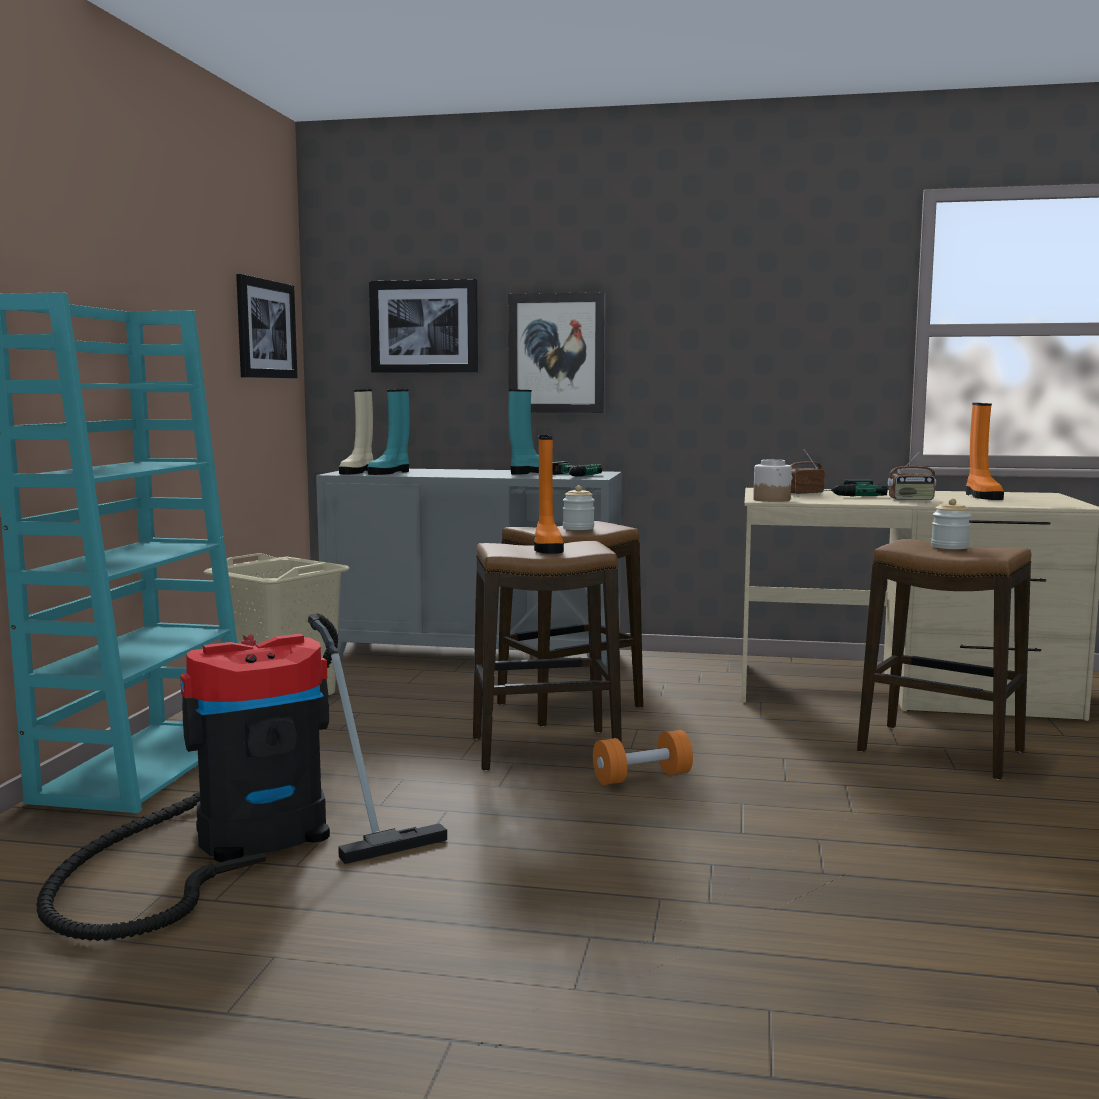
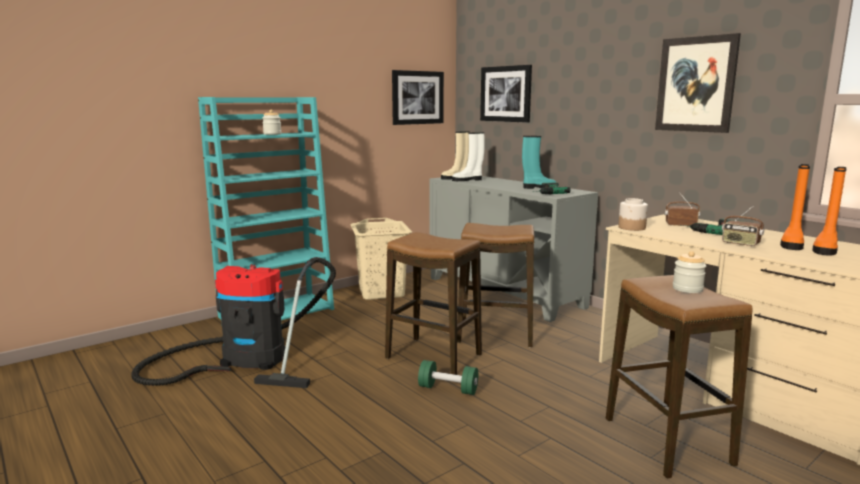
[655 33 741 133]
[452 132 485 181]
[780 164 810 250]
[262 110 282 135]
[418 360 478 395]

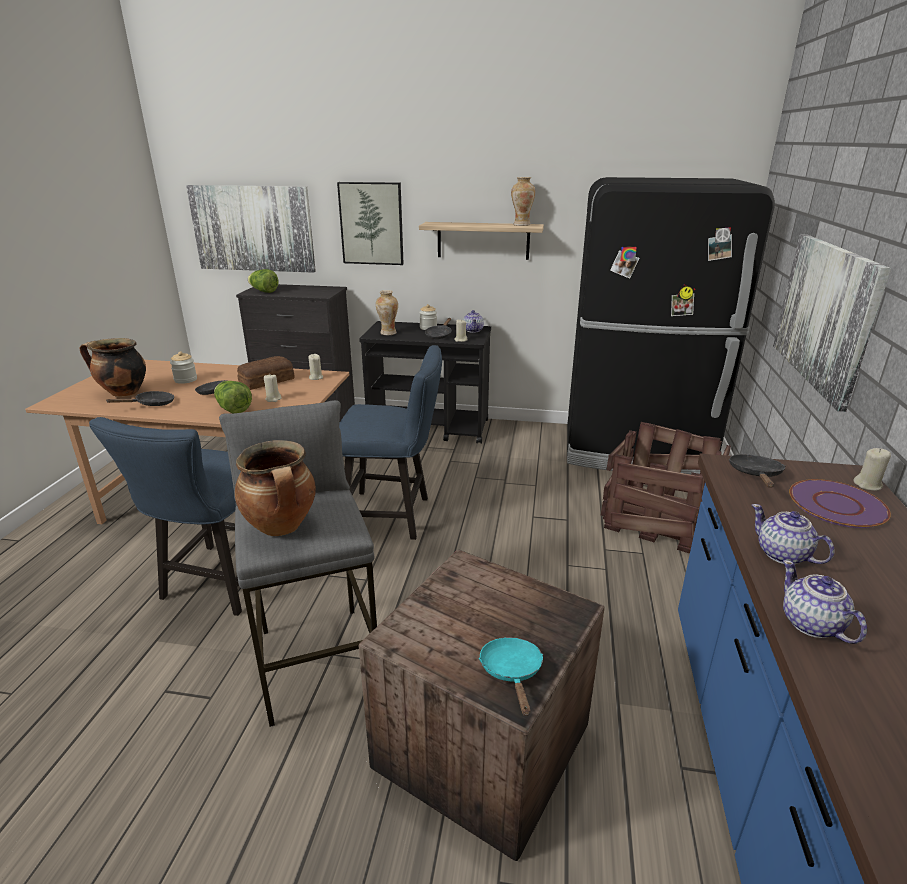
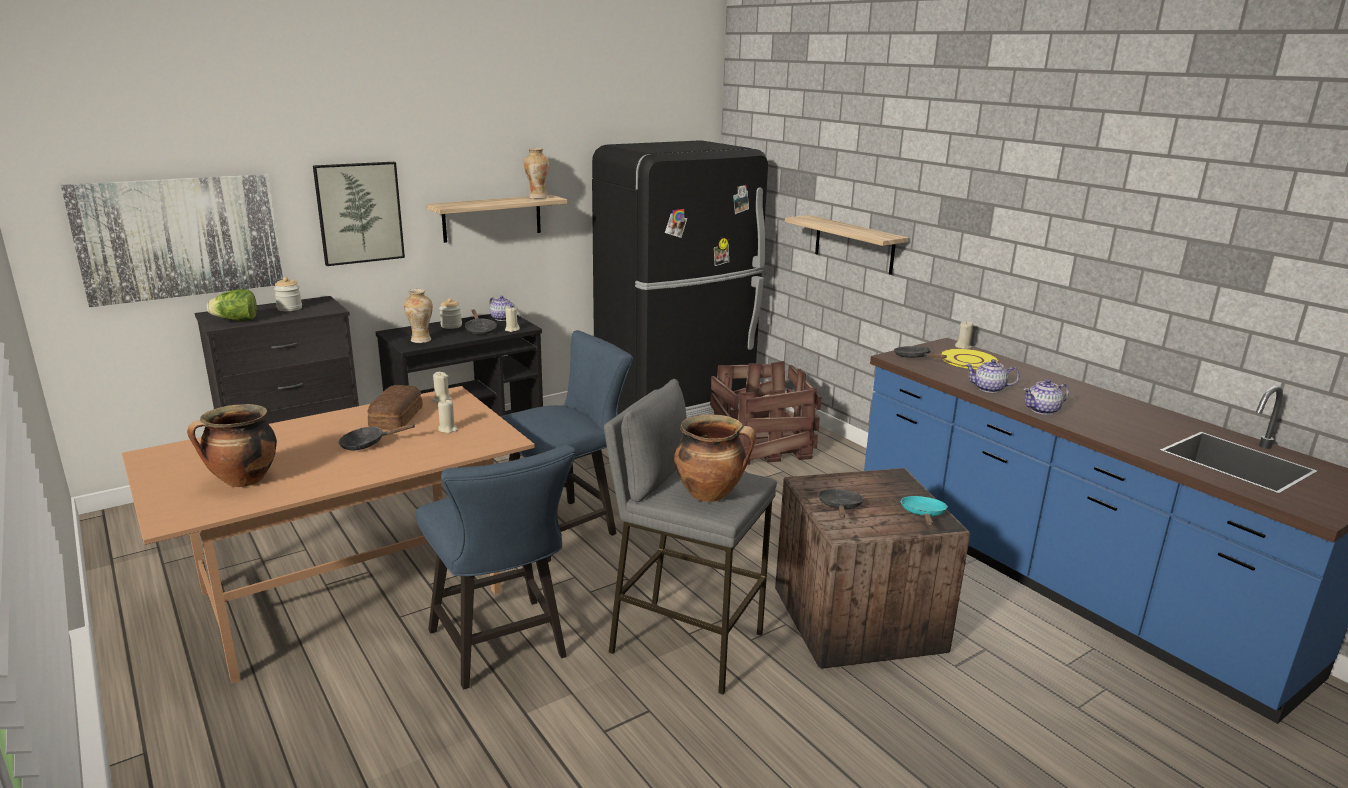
[785 215 908 275]
[274 277 302 311]
[214 381 252 414] (first image)
[818 489 864 518]
[940 348 999 369]
[1023 379 1069 415]
[900 496 948 526]

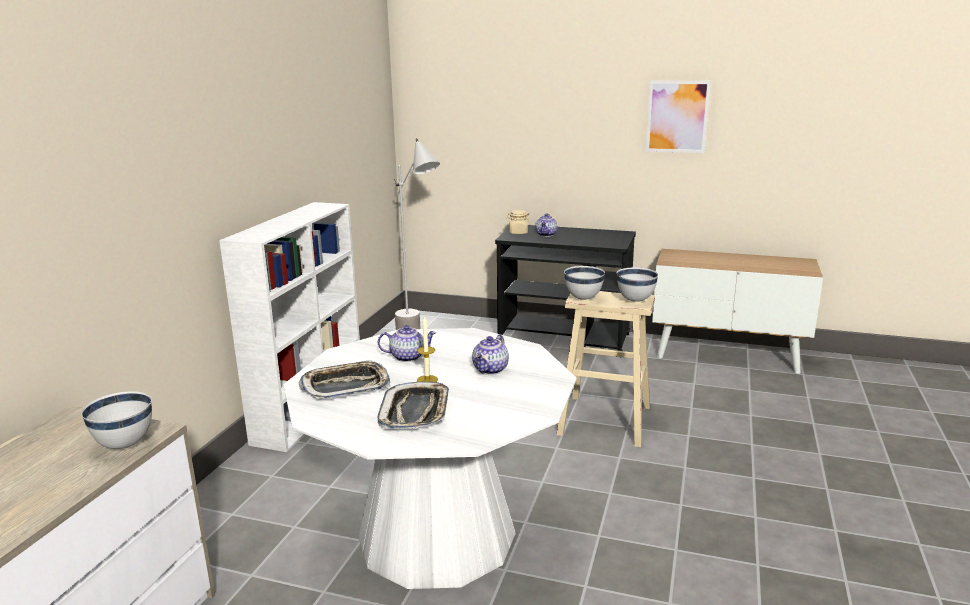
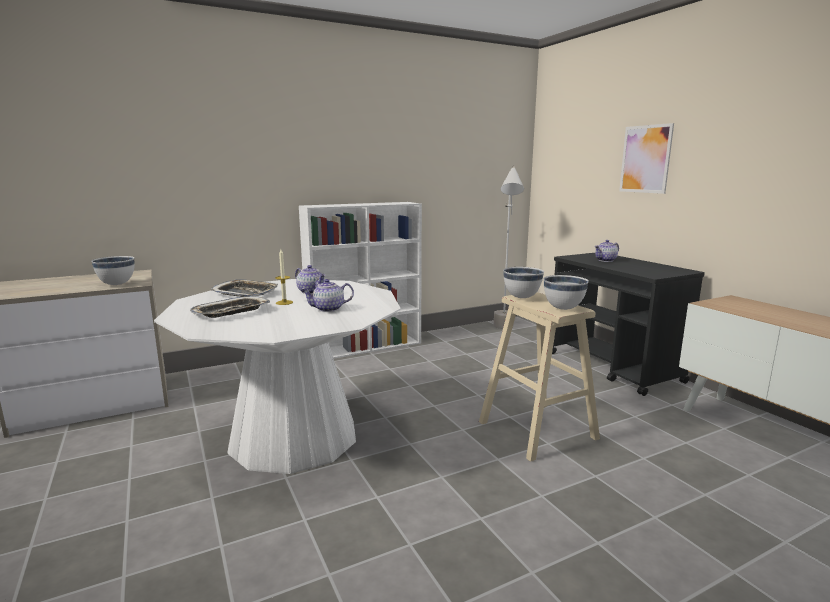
[619 123 674 194]
[506 210 530 234] (first image)

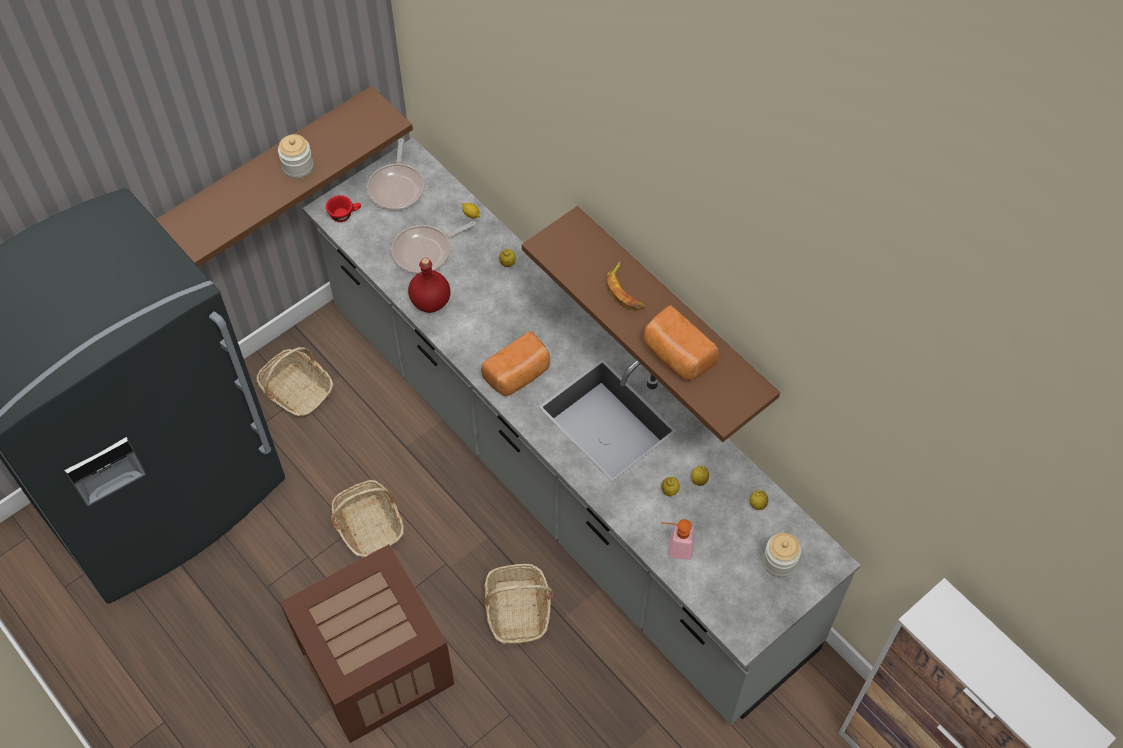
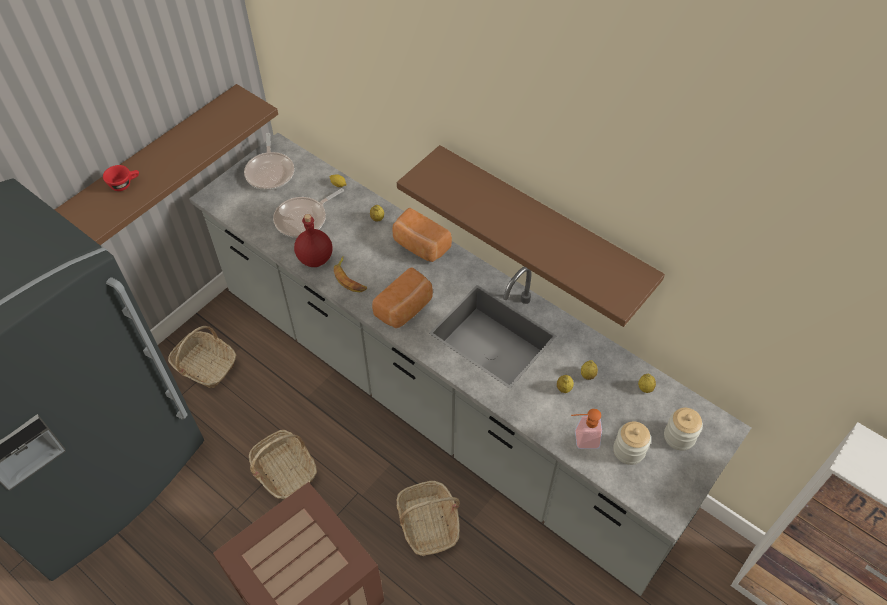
[613 421 651 465]
[103 165 139 191]
[334 256 367 292]
[392 208 452 262]

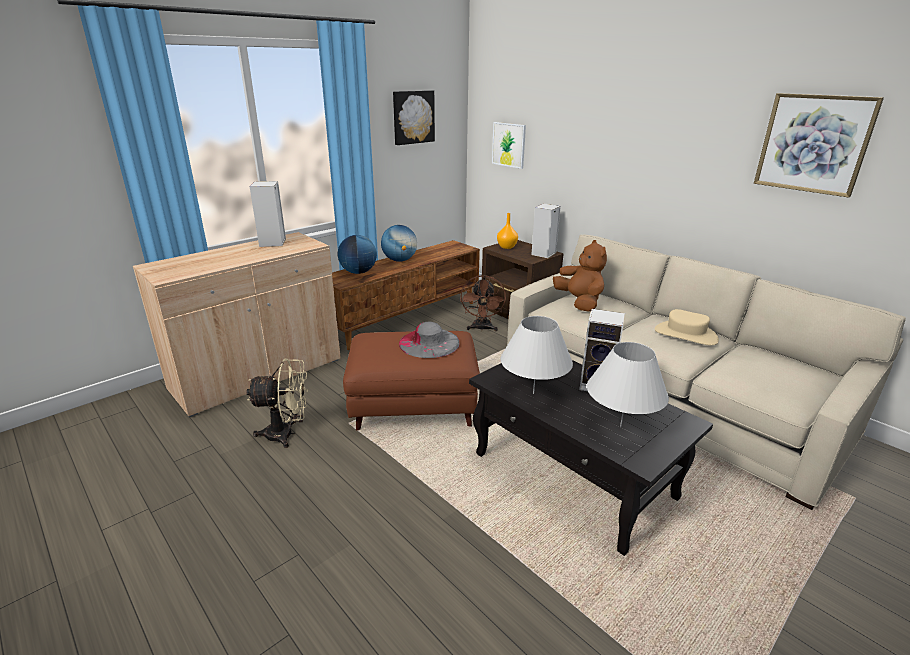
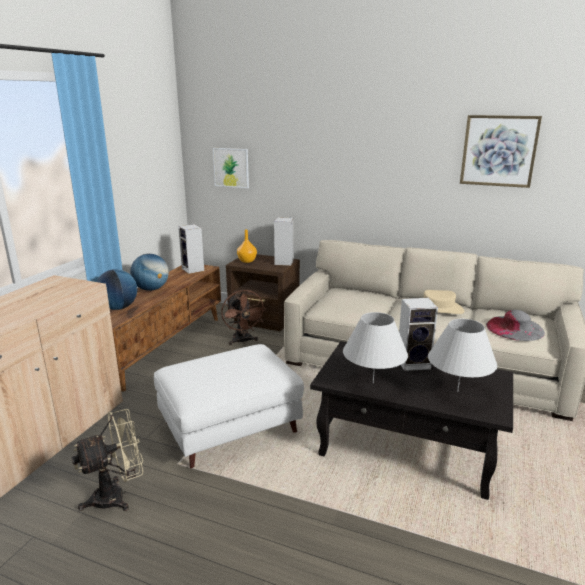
[393 90 435 145] (first image)
[178 224 204 274]
[553 240 607 312] (first image)
[486 310 545 341]
[154 344 304 469]

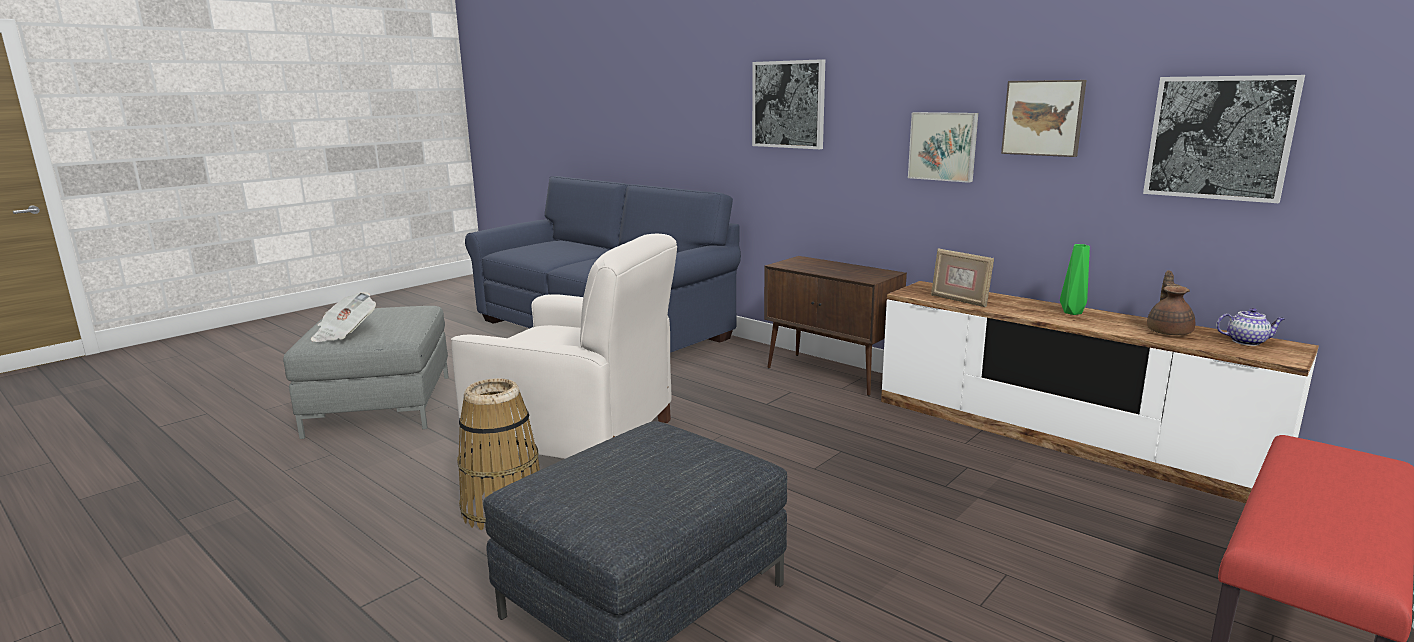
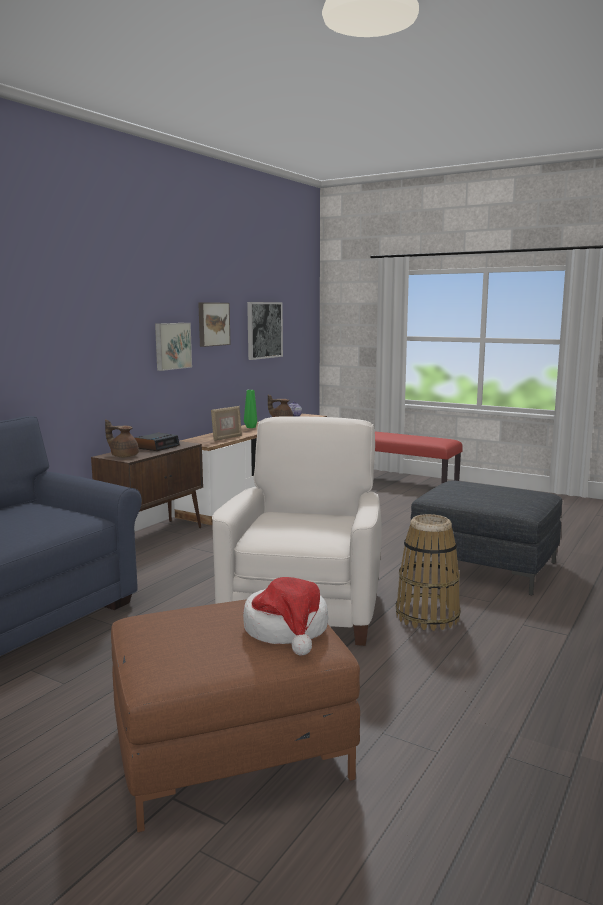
[752 59 825 149] (first image)
[243 577 328 656]
[111 599 360 832]
[105 419 139 457]
[135 433 180 451]

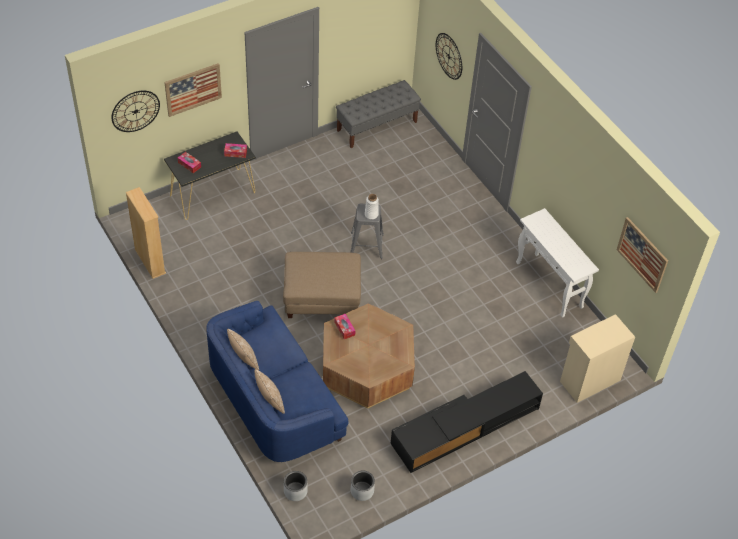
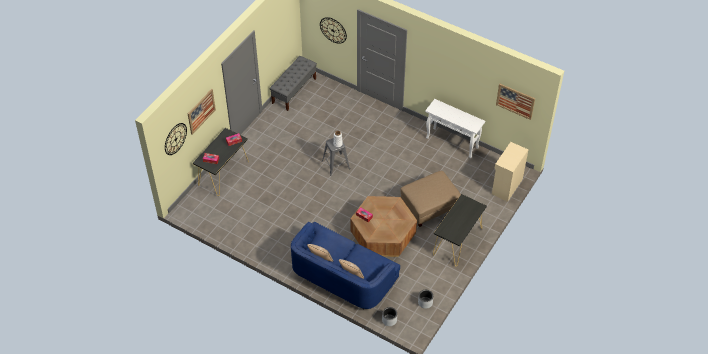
[126 187 166 279] (first image)
[401 171 461 227]
[433 194 487 266]

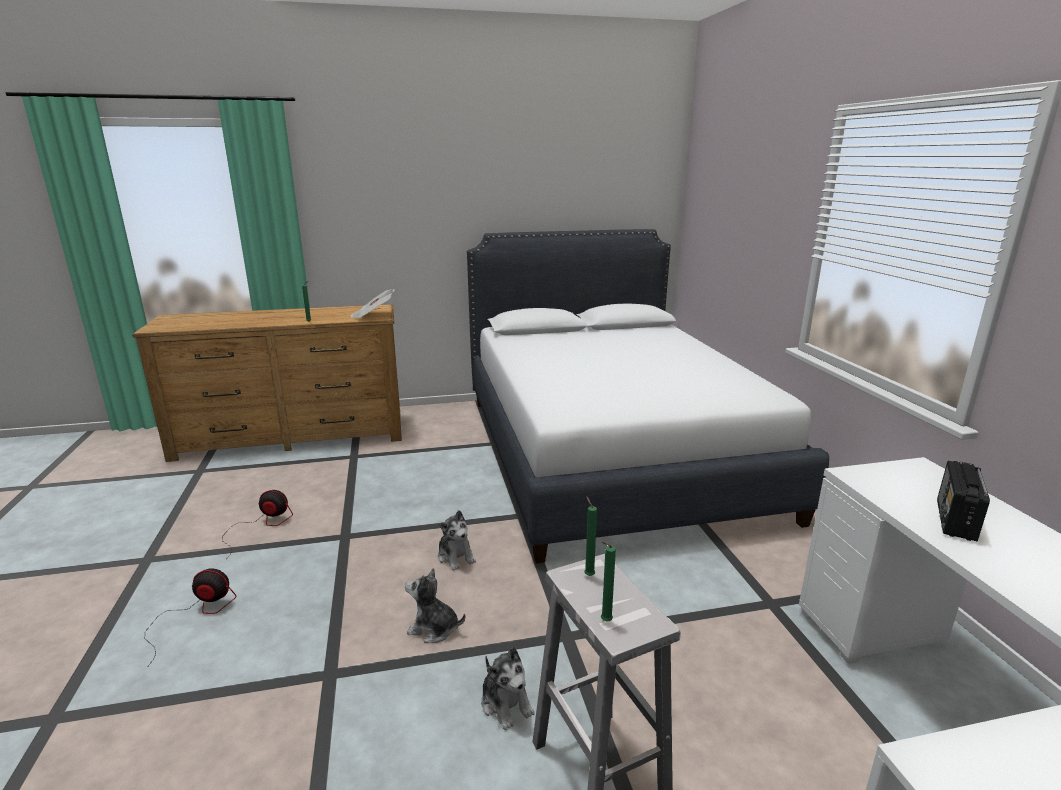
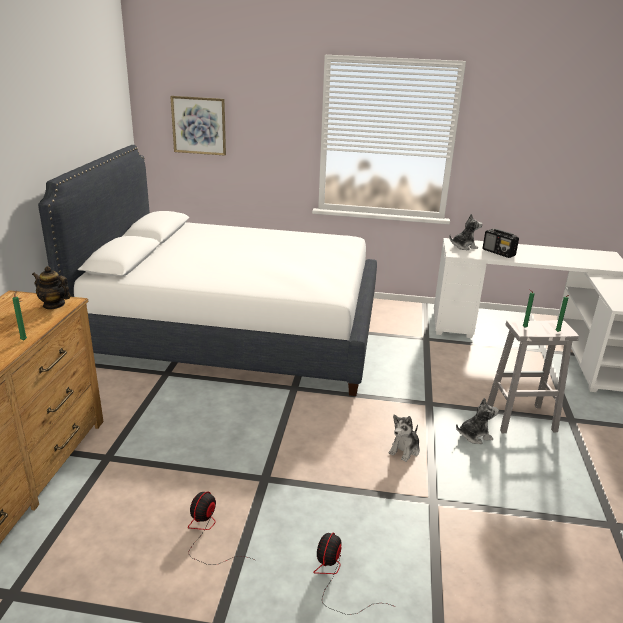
[32 266 70 309]
[449 214 482 250]
[170 96 226 156]

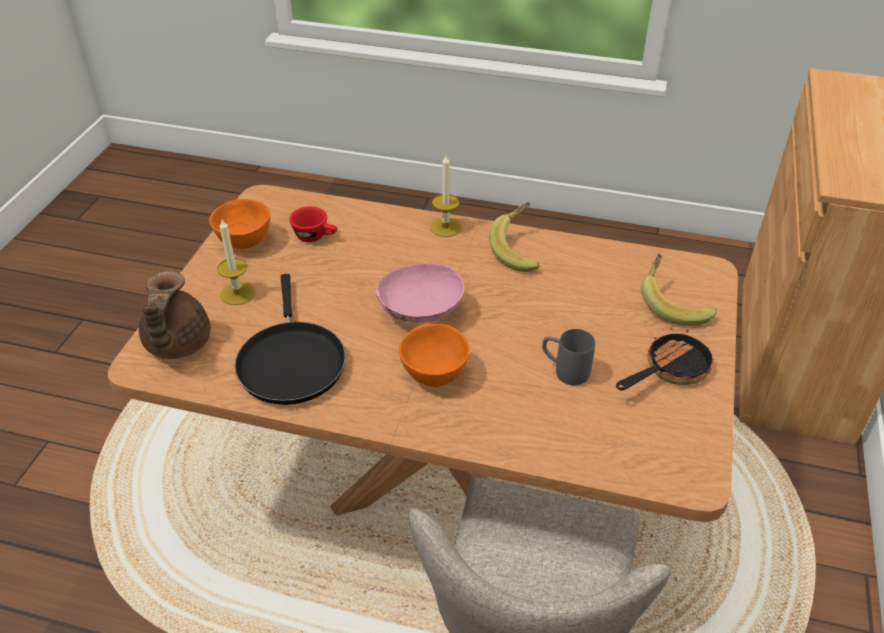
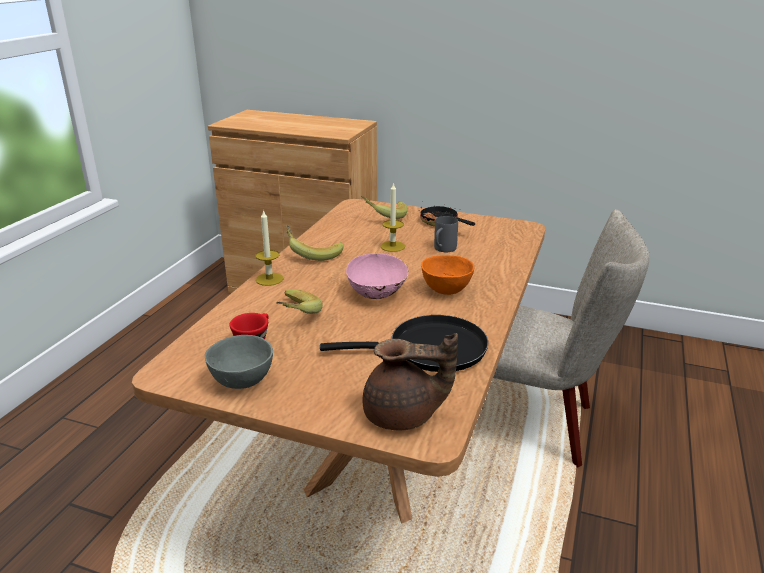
[205 335 273 389]
[381 182 405 252]
[276 289 323 314]

